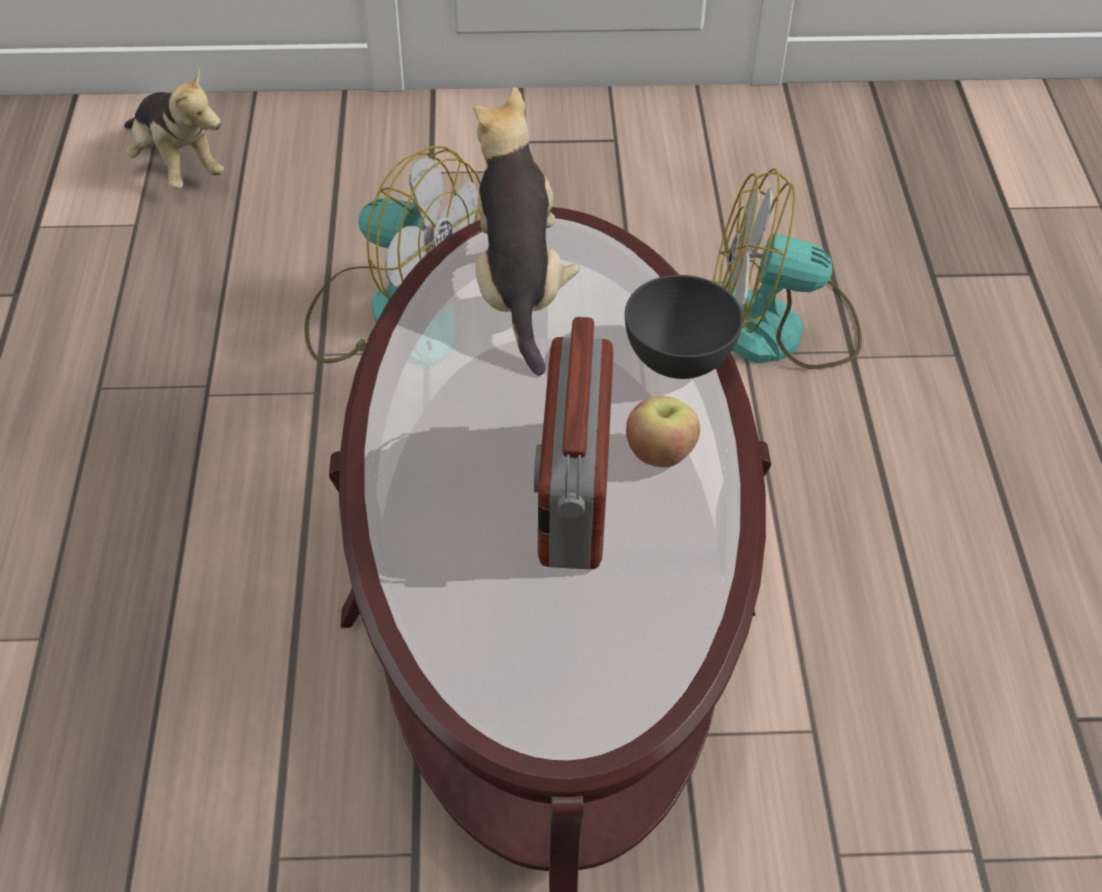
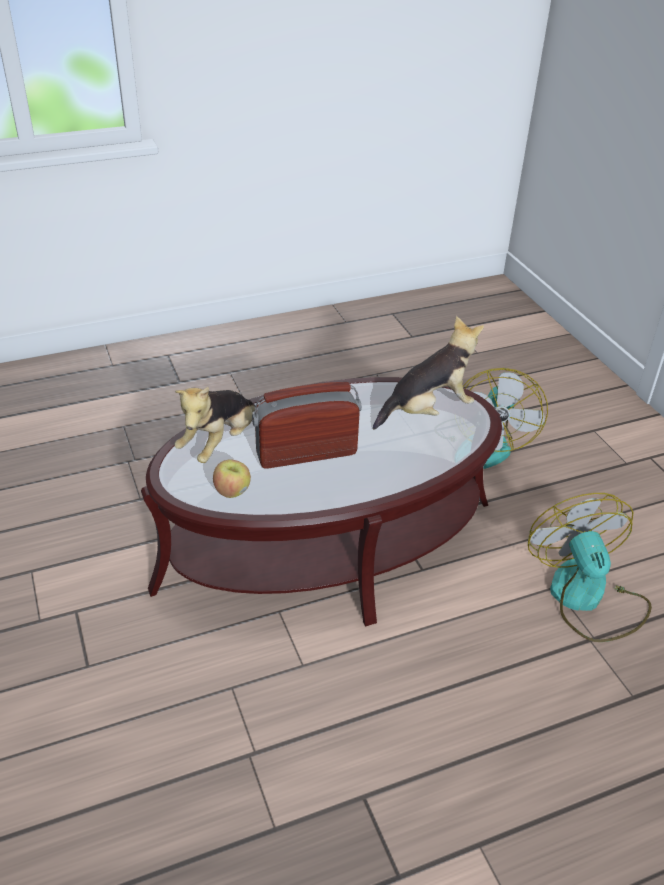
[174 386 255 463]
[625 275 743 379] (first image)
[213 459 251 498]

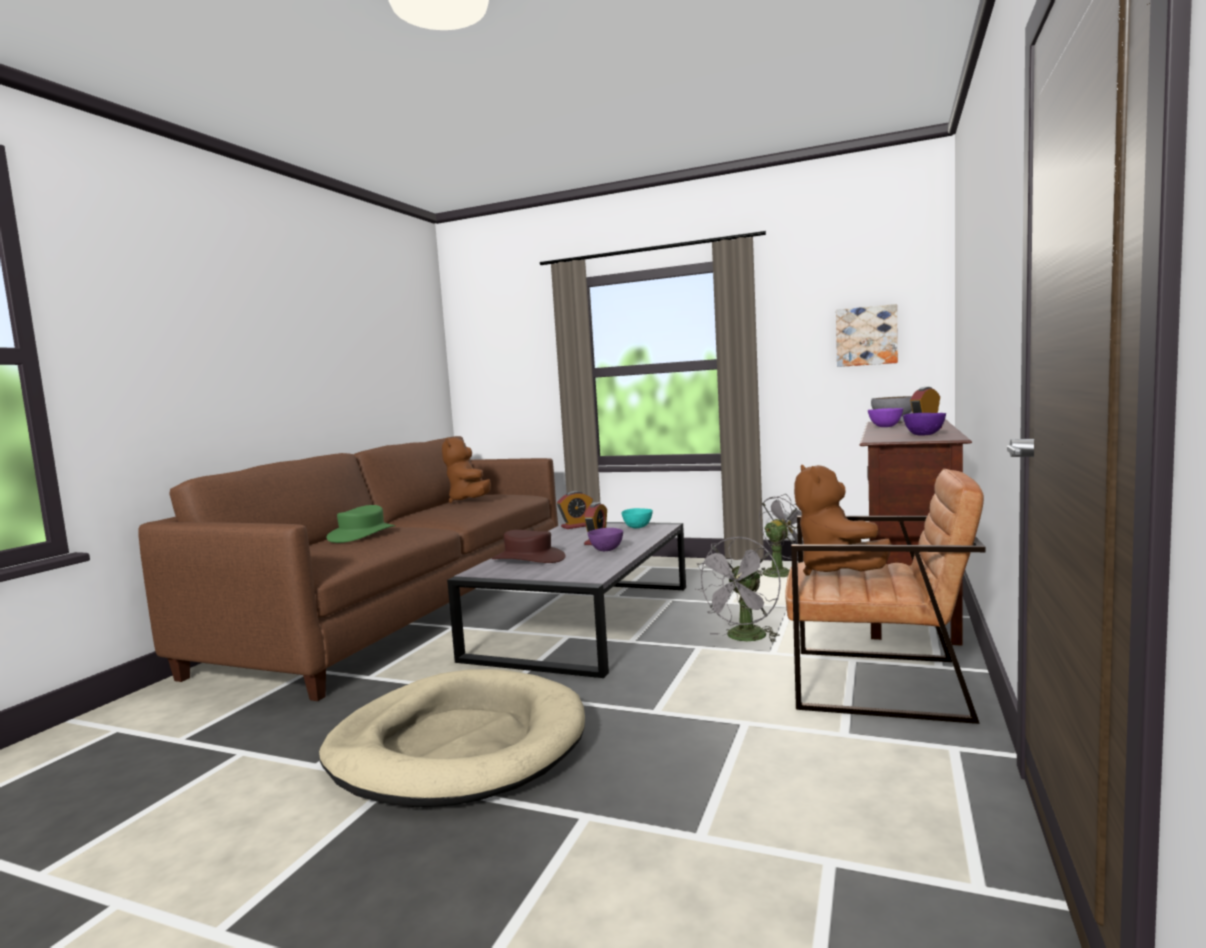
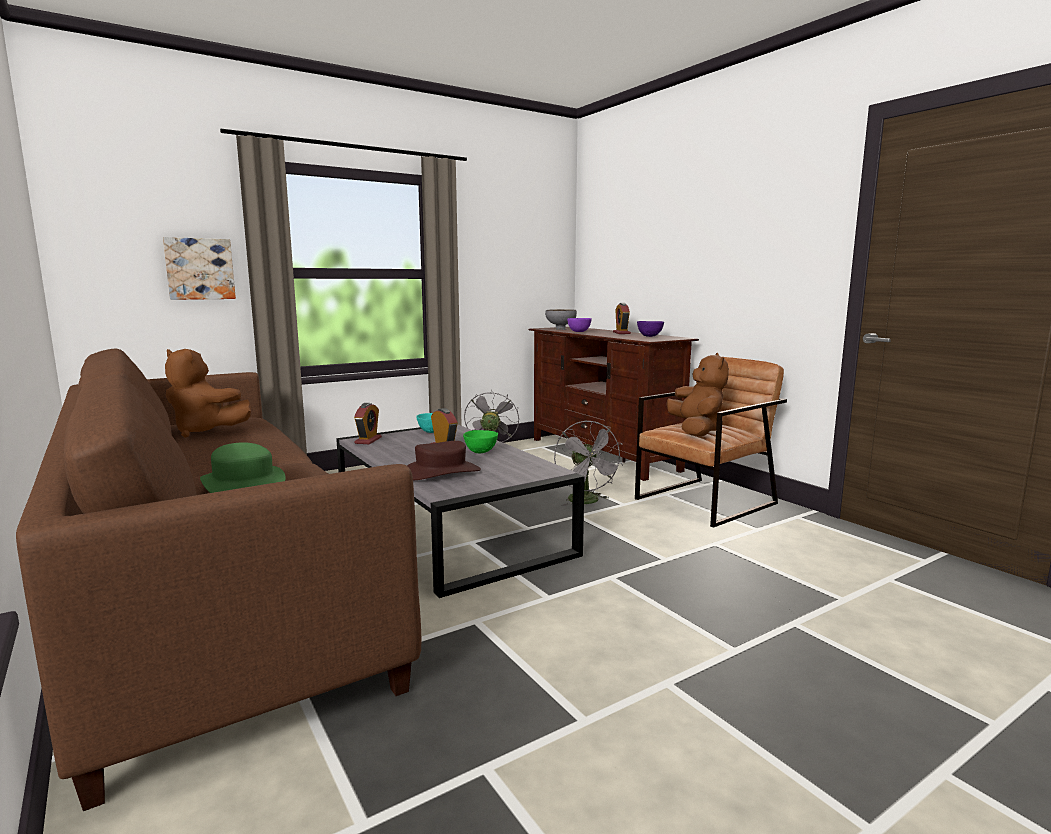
[163 237 236 300]
[667 353 729 436]
[463 430 498 453]
[319 669 585 807] (first image)

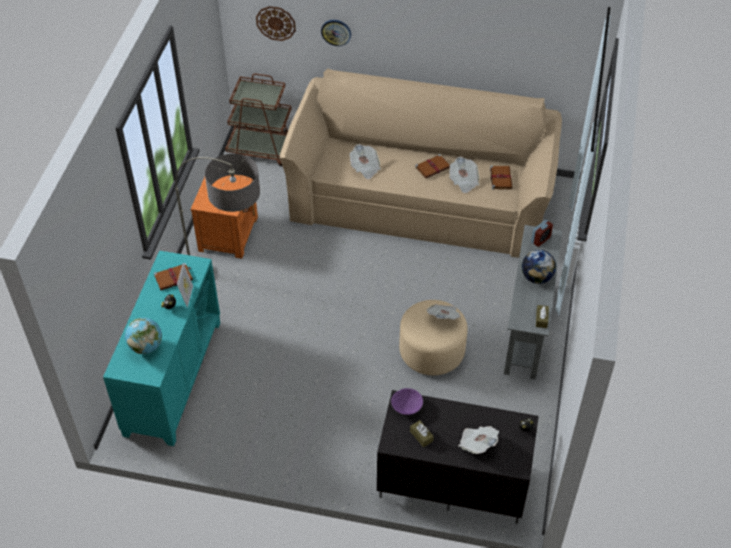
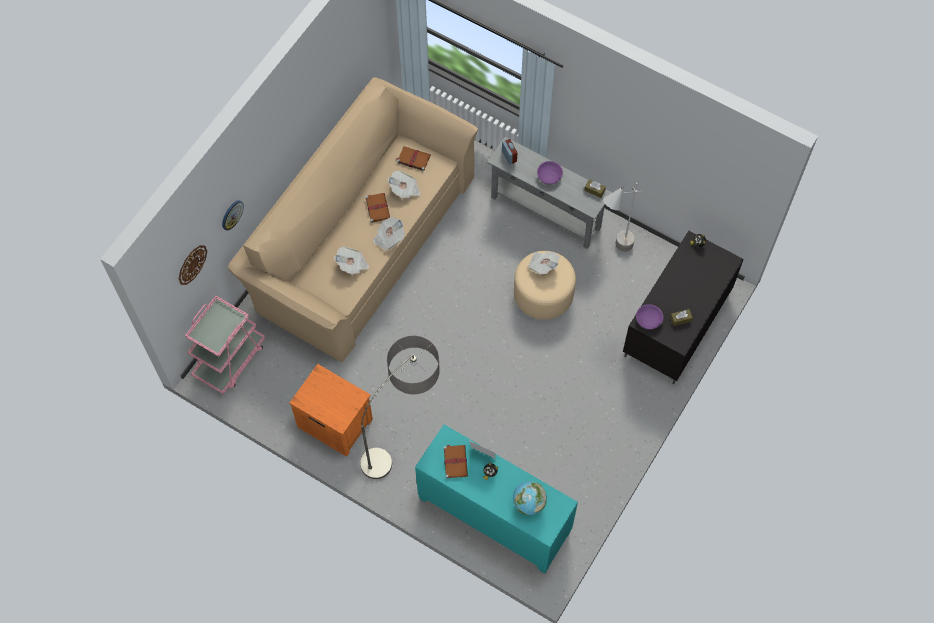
[185 296 265 394]
[537 161 563 185]
[372 217 405 251]
[603 183 643 252]

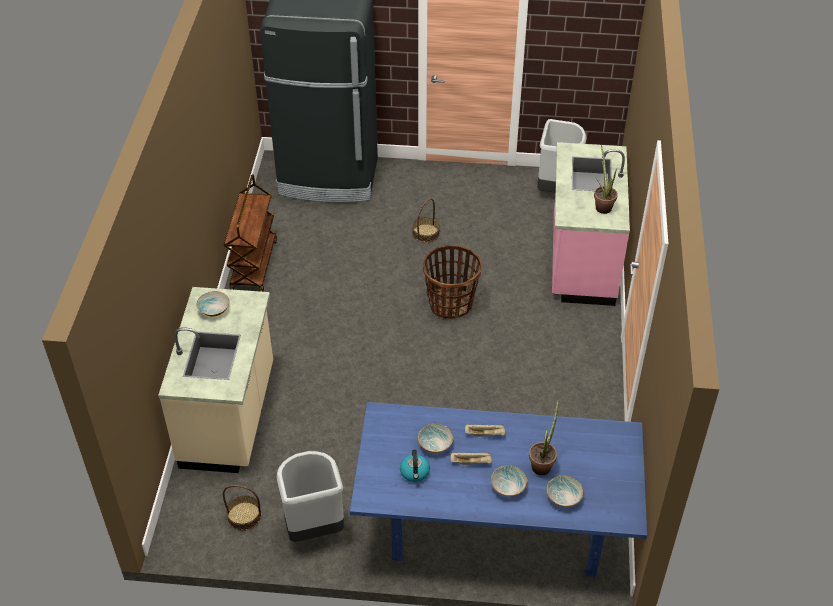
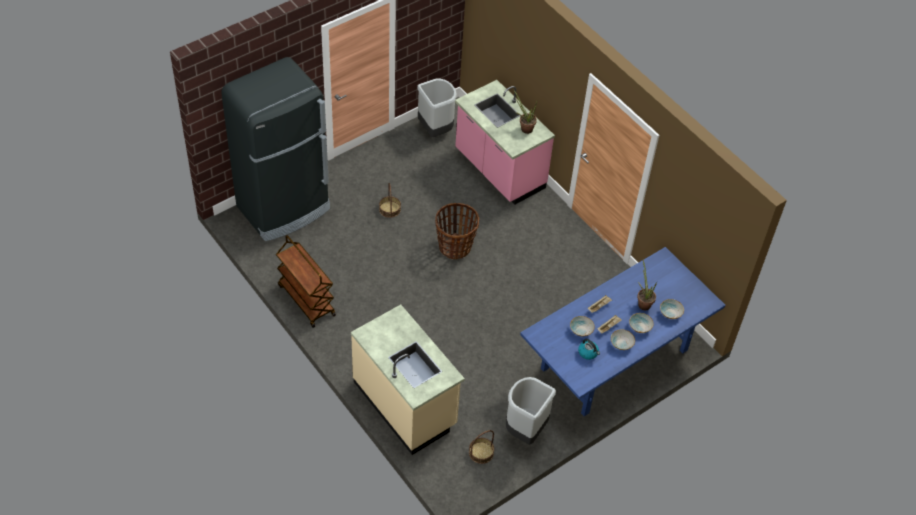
[611 329 635 350]

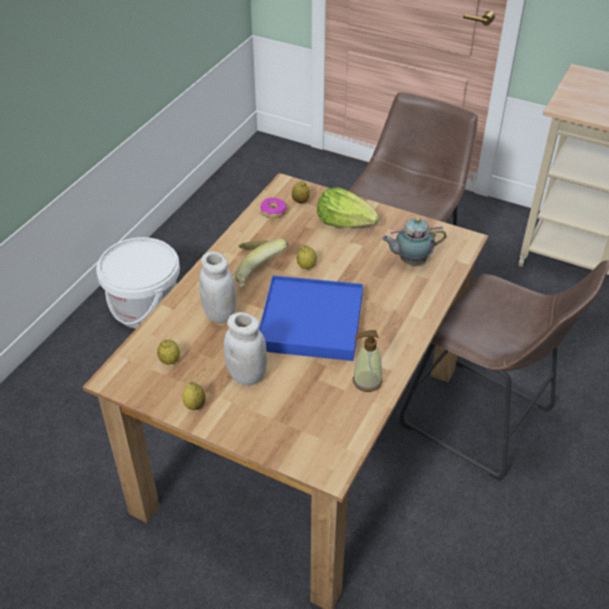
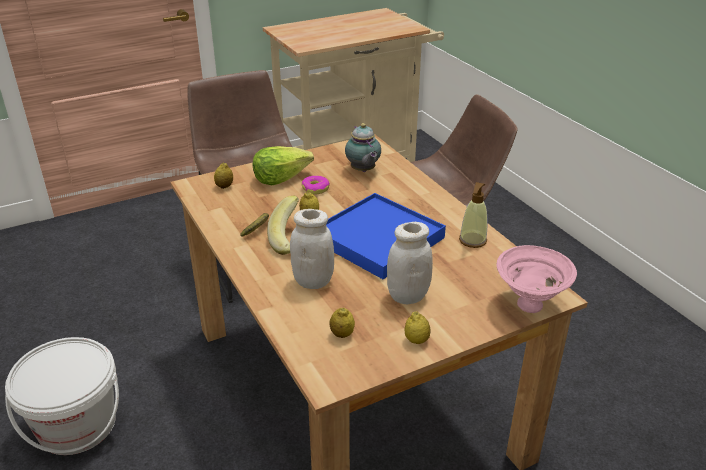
[302 176 330 195]
[345 123 381 172]
[497 245 577 313]

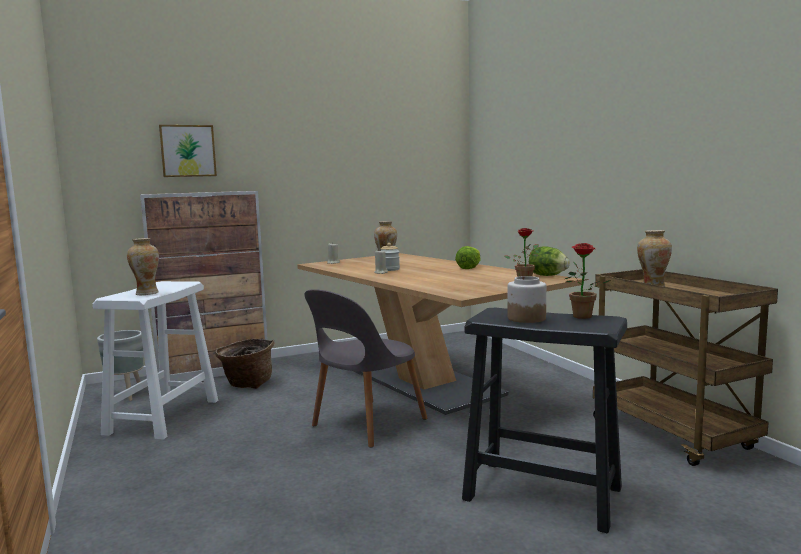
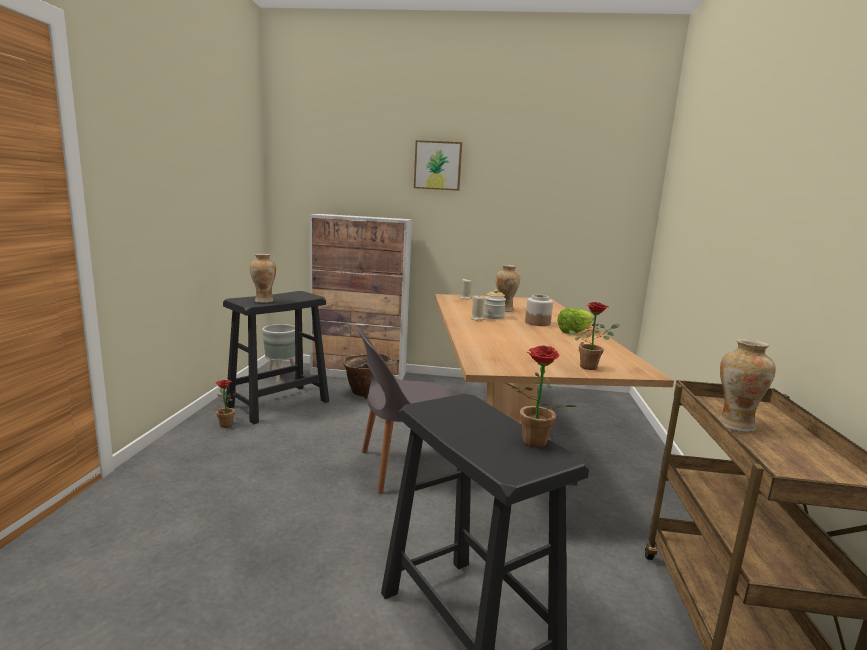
[414 140 462 191]
[529 246 570 276] (first image)
[525 295 553 326]
[223 291 329 424]
[212 380 236 428]

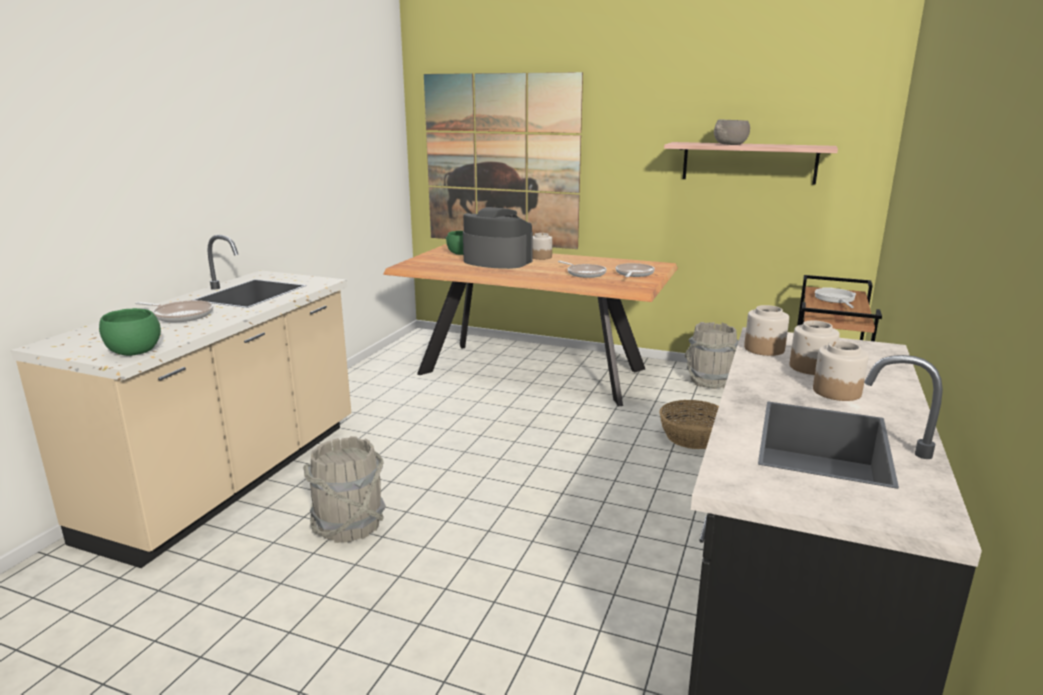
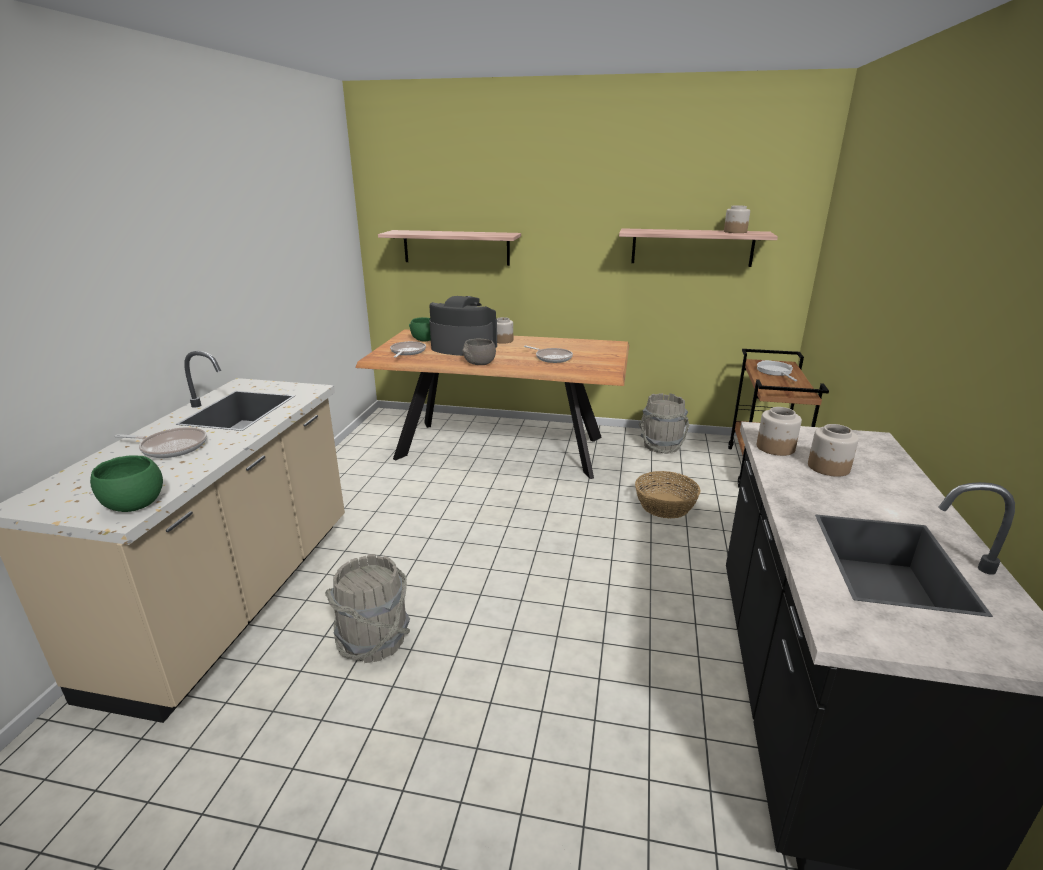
[378 230 521 266]
[462 338 496 365]
[390 341 426 358]
[724 205 750 233]

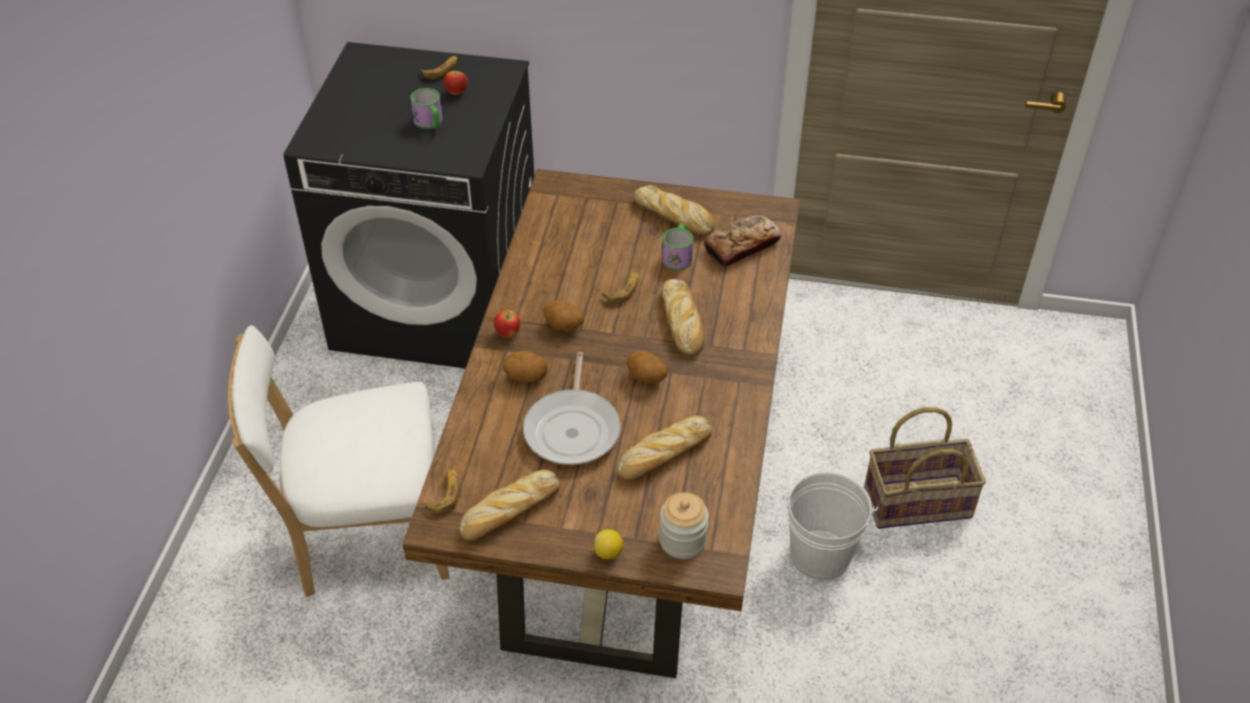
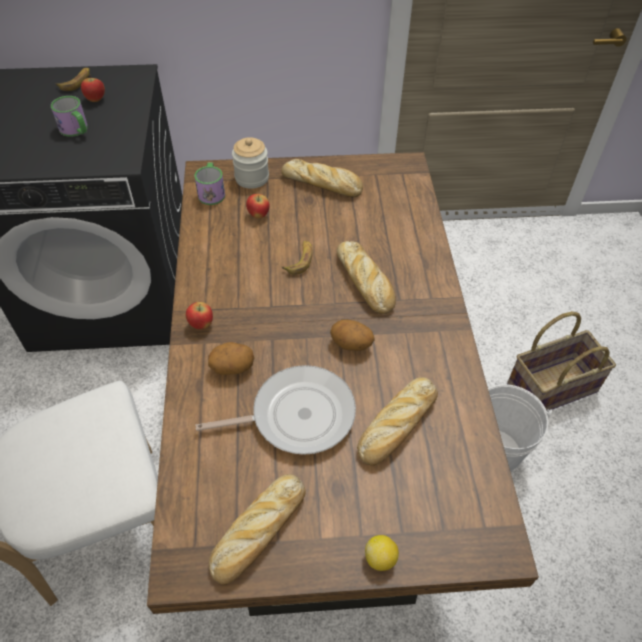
[704 215 782 268] (first image)
[194 162 225 205]
[543 300 584 331] (first image)
[196 365 356 455]
[424 468 460 514] (first image)
[232 137 269 189]
[246 194 270 219]

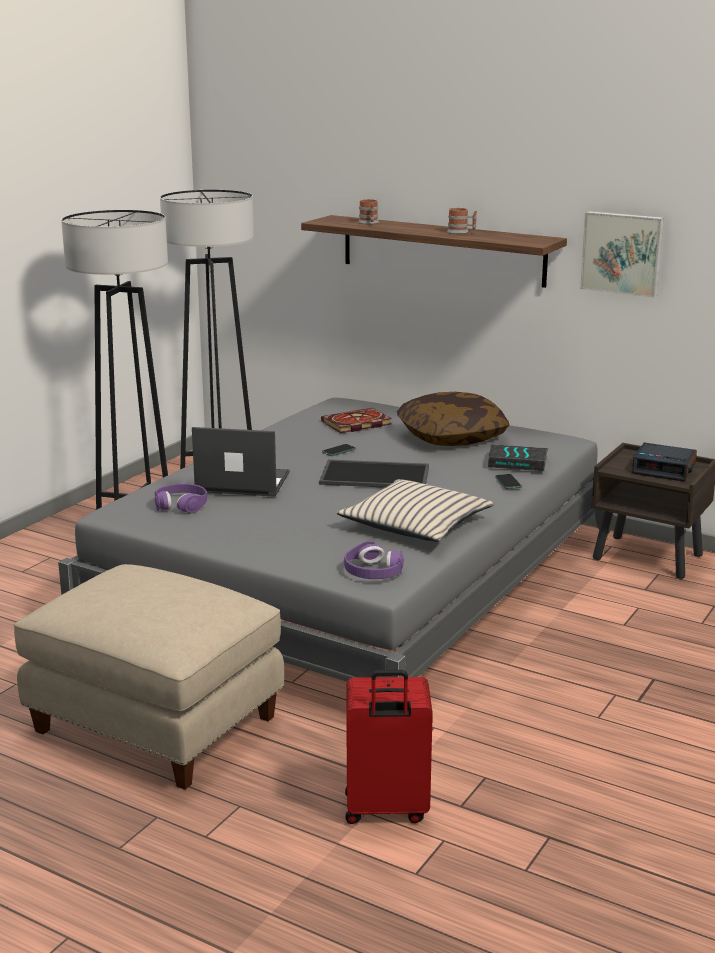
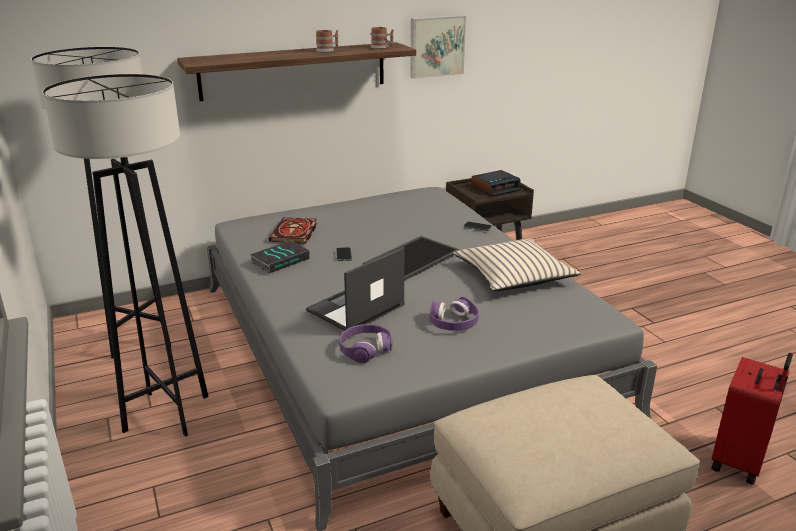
[371 27 394 49]
[397 392 510 446] (first image)
[250 241 310 273]
[430 297 479 331]

